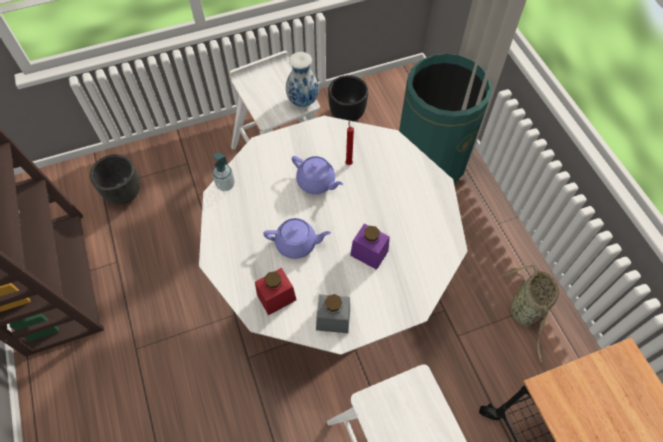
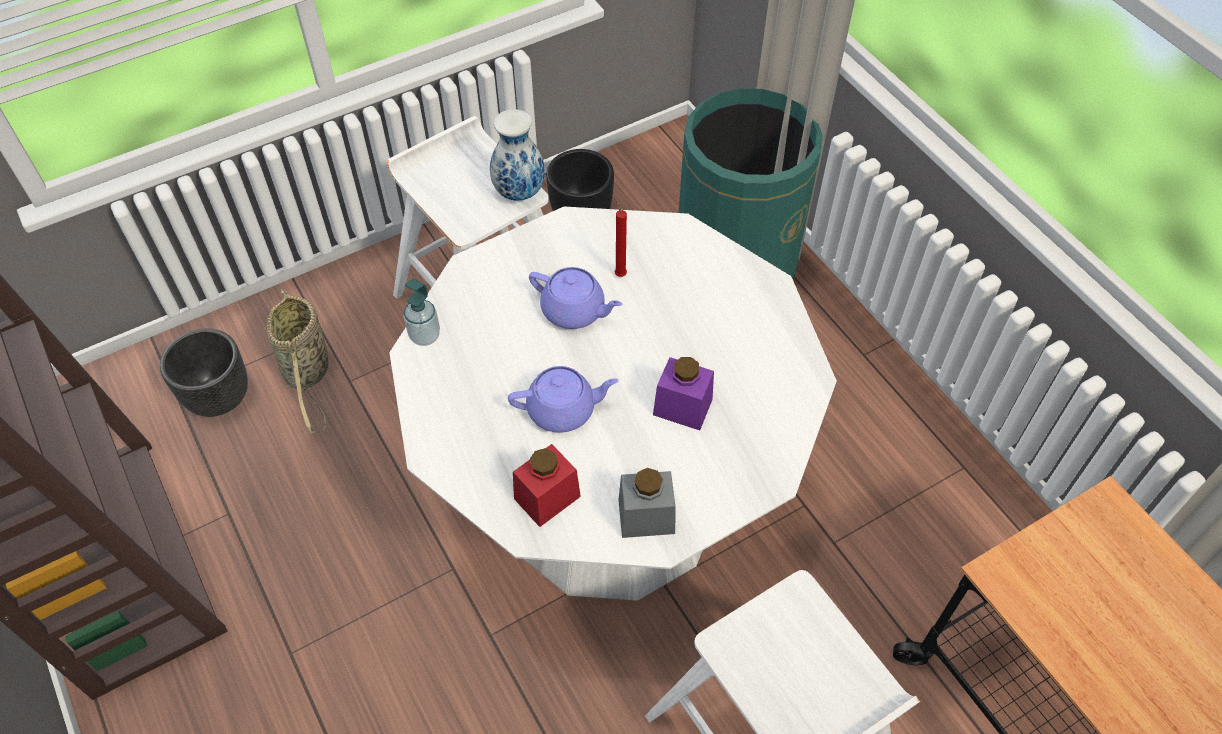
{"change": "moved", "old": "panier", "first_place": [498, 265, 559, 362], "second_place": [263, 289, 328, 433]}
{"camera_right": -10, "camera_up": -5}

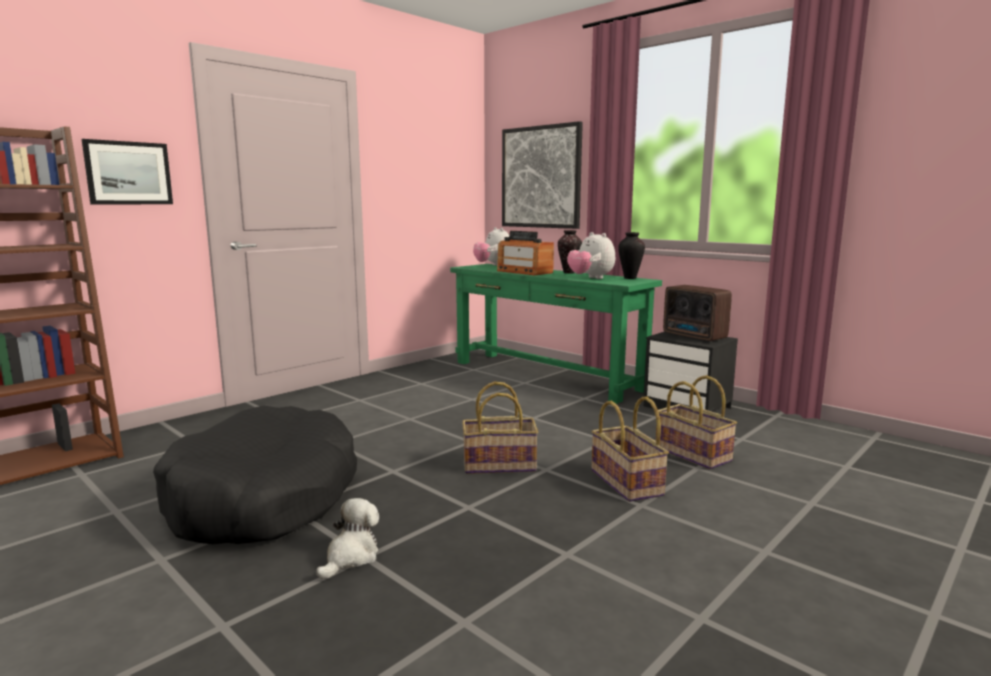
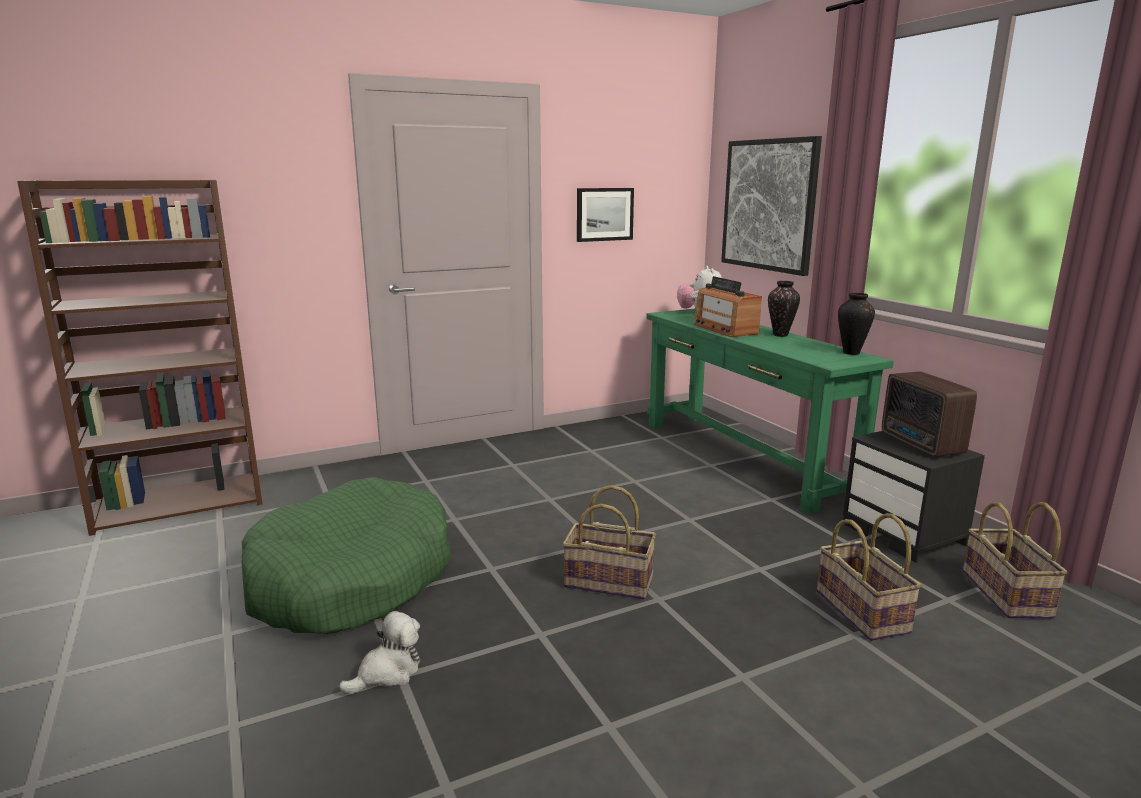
{"change": "moved", "old": "tableau", "first_place": [82, 139, 173, 205], "second_place": [577, 188, 634, 242]}
{"change": "removed", "old": "peluche", "first_place": [567, 232, 615, 279]}
{"change": "moved", "old": "panier", "first_place": [591, 396, 669, 502], "second_place": [963, 502, 1068, 618]}
{"change": "recoloured", "old": "panier pour chien [noir]", "new": "panier pour chien [vert]", "first_place": [153, 405, 357, 544], "second_place": [242, 477, 451, 634]}
{"camera_right": 20, "camera_up": 5}

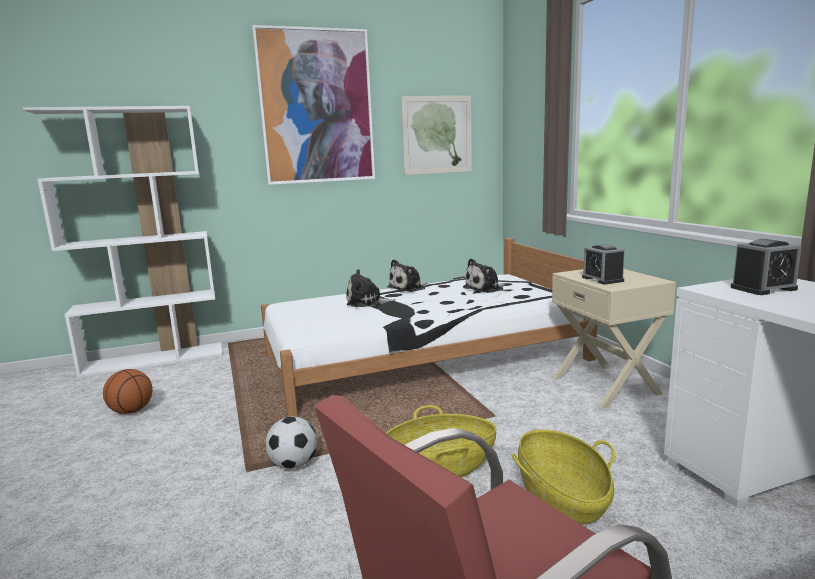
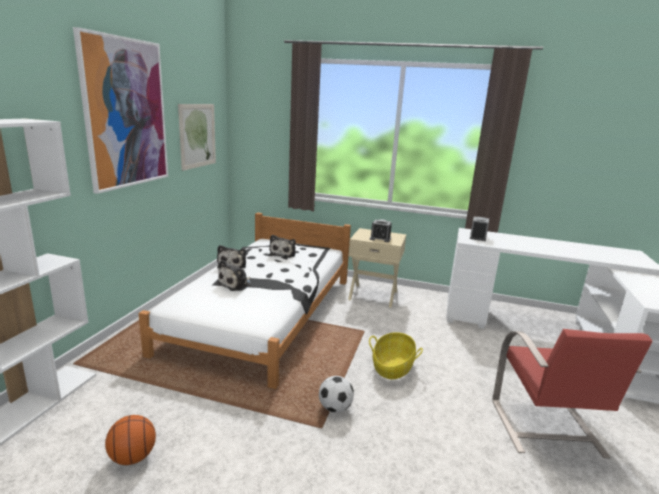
{"change": "removed", "old": "panier", "first_place": [512, 429, 615, 524]}
{"camera_right": -55, "camera_up": 5}

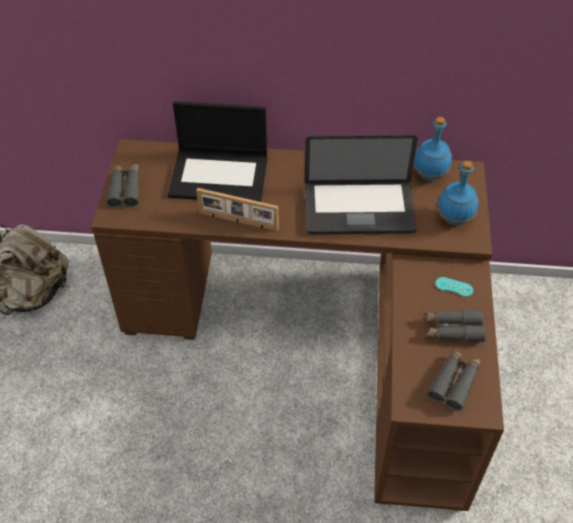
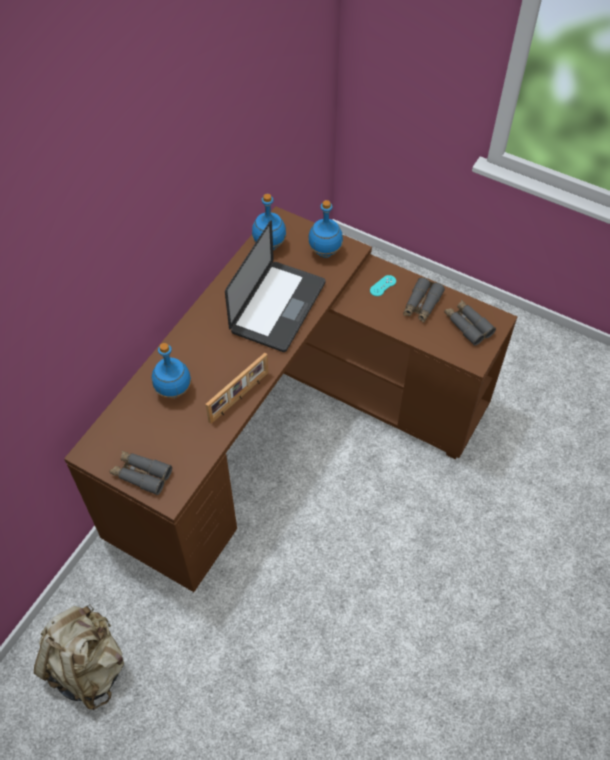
{"change": "replaced", "old": "ordinateur portable", "new": "bouteille [bleu]", "first_place": [168, 101, 268, 202], "second_place": [152, 343, 191, 399]}
{"camera_right": -65, "camera_up": 5}

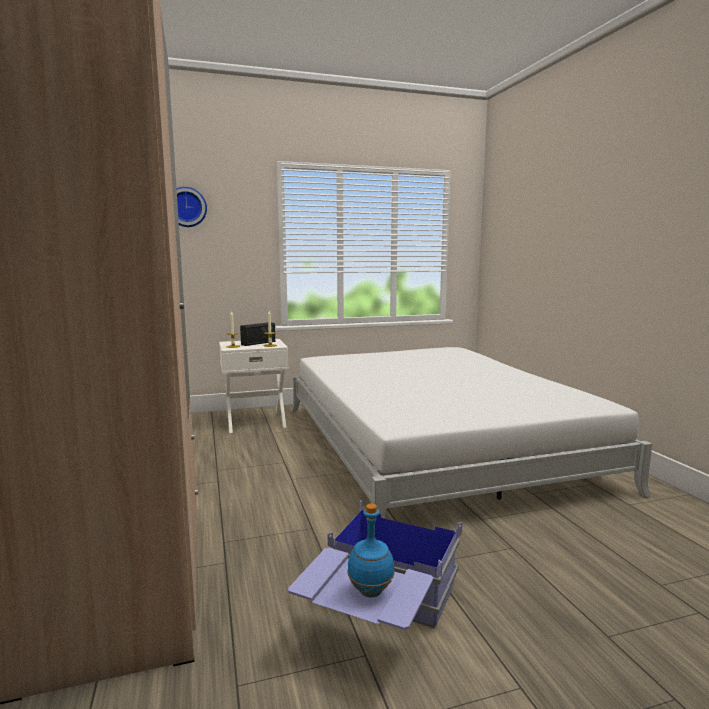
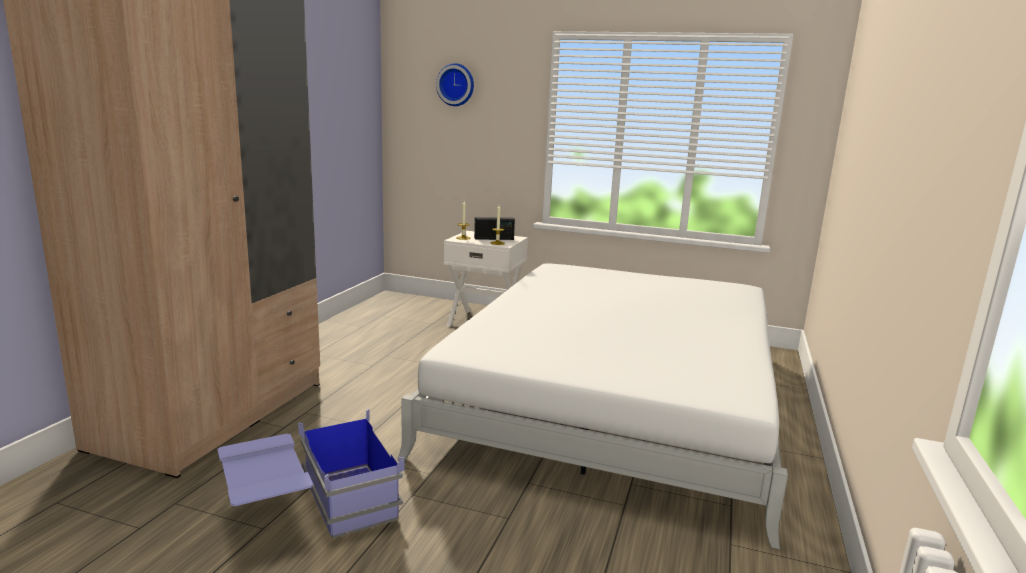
{"change": "removed", "old": "bouteille [bleu]", "first_place": [347, 504, 395, 597]}
{"camera_right": 35, "camera_up": 5}

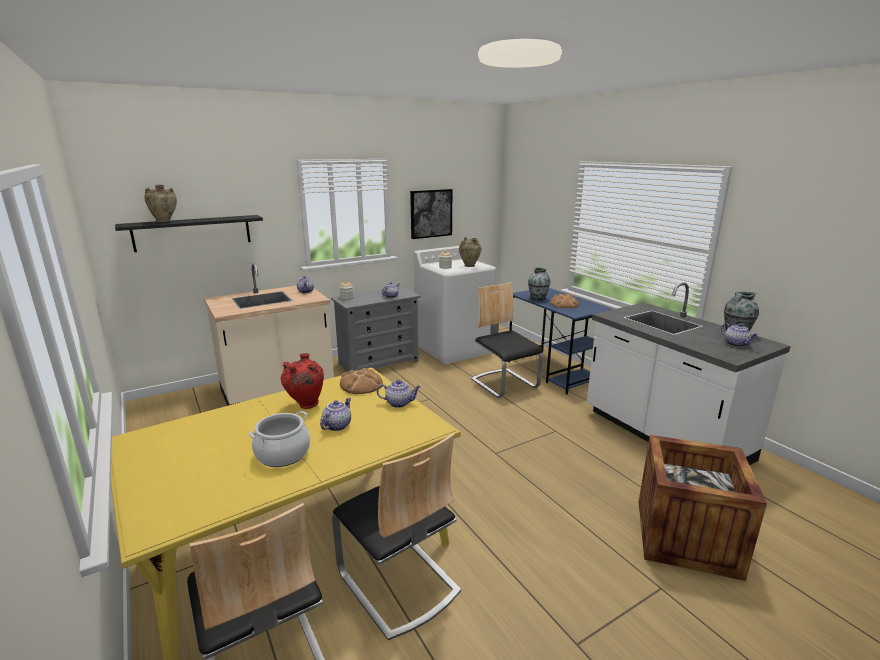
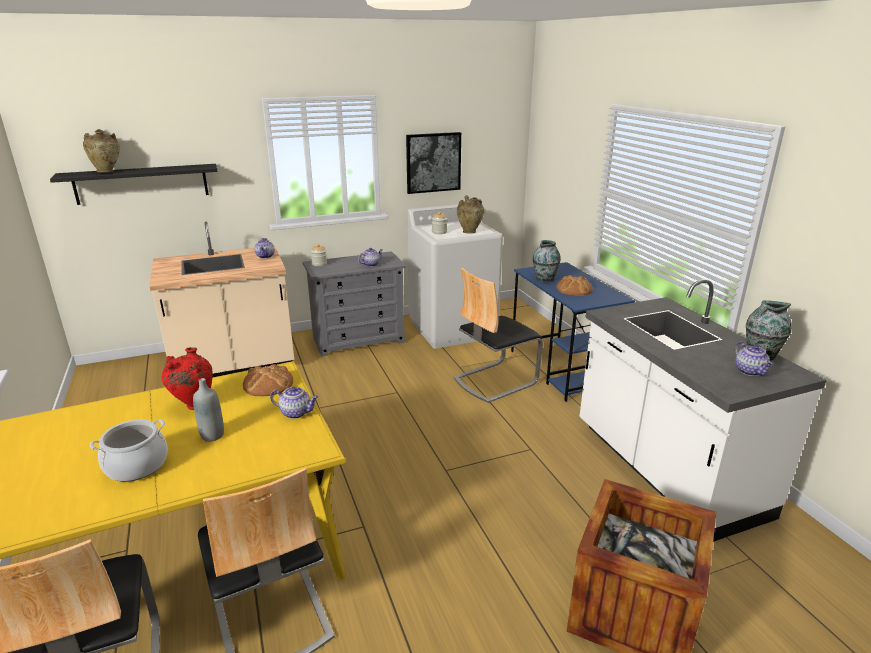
{"change": "turned", "old": "chaise", "first_place": [471, 282, 543, 398], "second_place": [453, 268, 543, 403], "degrees": -105}
{"change": "replaced", "old": "théière", "new": "bouteille [gris]", "first_place": [320, 397, 351, 431], "second_place": [193, 378, 224, 442]}
{"camera_right": 10, "camera_up": 5}

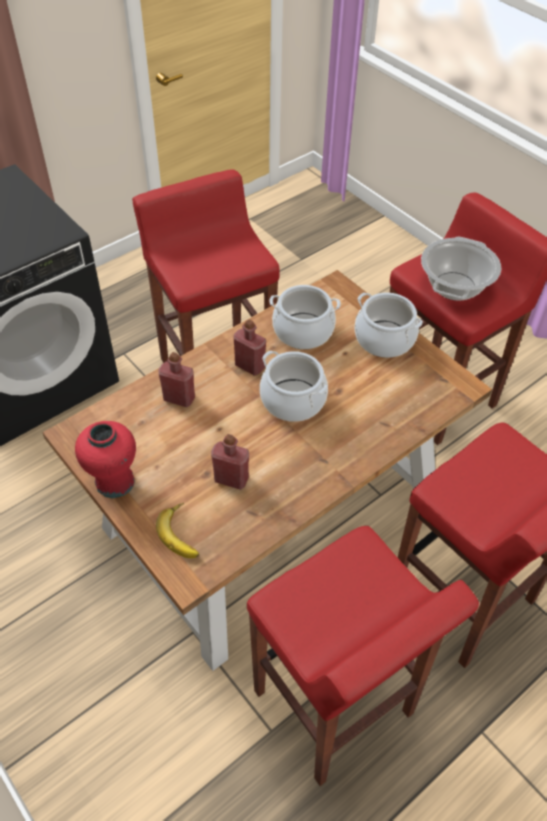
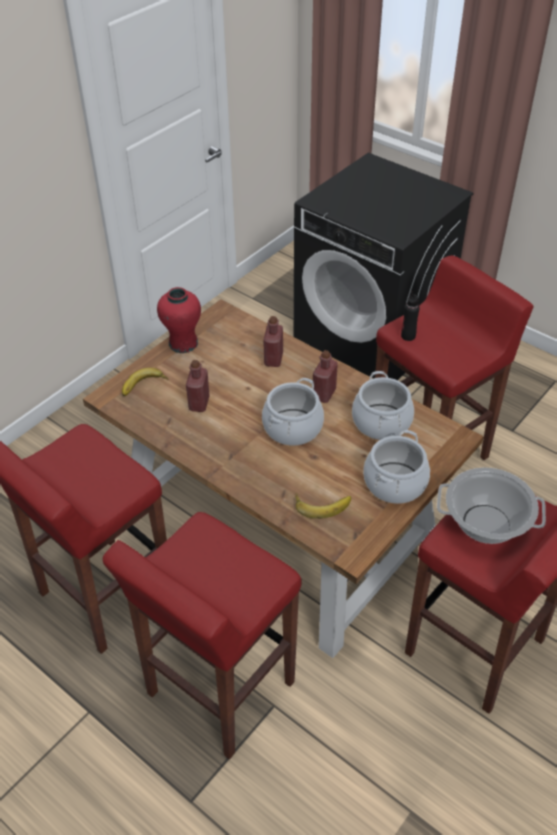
{"change": "added", "new": "bouteille [noir]", "second_place": [401, 291, 420, 341]}
{"change": "added", "new": "banane", "second_place": [295, 493, 351, 519]}
{"camera_right": 80, "camera_up": -5}

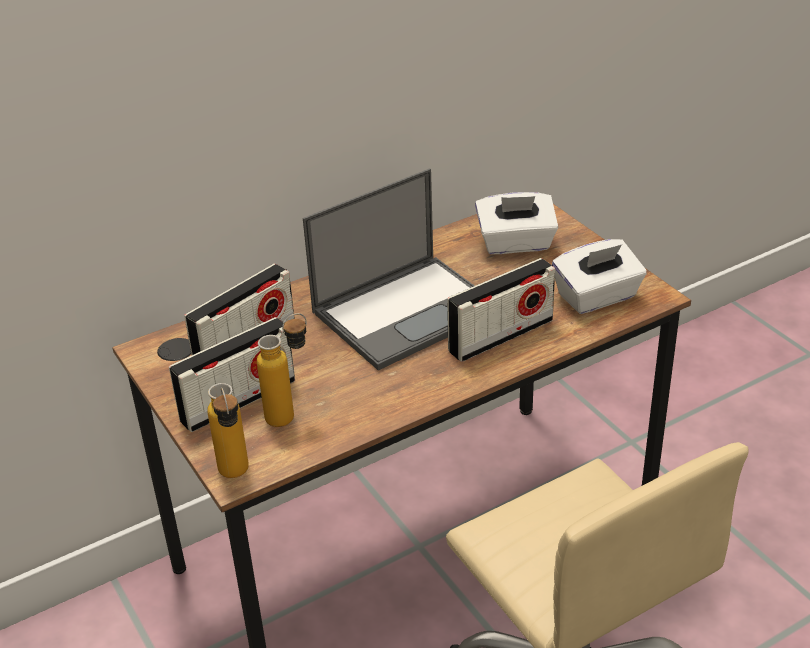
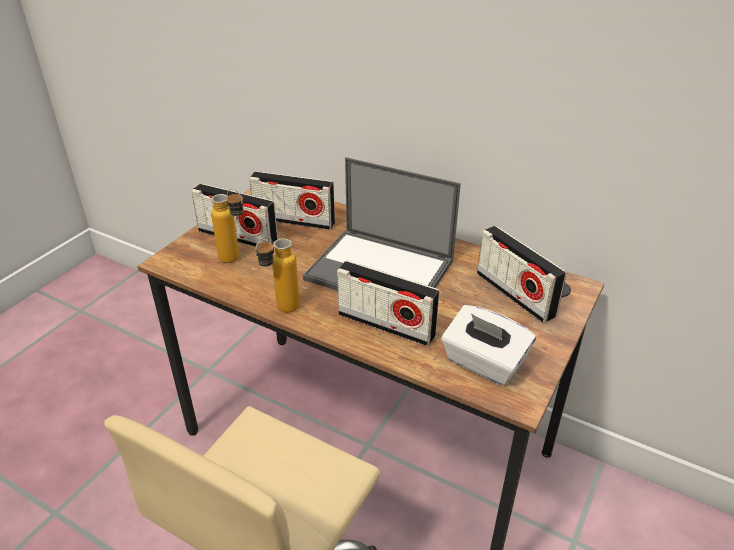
{"change": "replaced", "old": "boîte à mouchoirs [blanc]", "new": "radio", "first_place": [475, 192, 558, 254], "second_place": [477, 226, 567, 323]}
{"change": "moved", "old": "bouteille", "first_place": [207, 383, 249, 478], "second_place": [255, 236, 300, 313]}
{"camera_right": 60, "camera_up": 0}

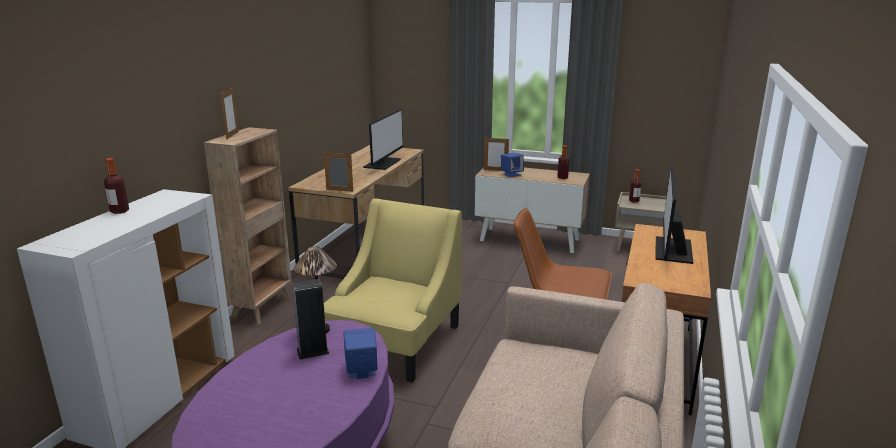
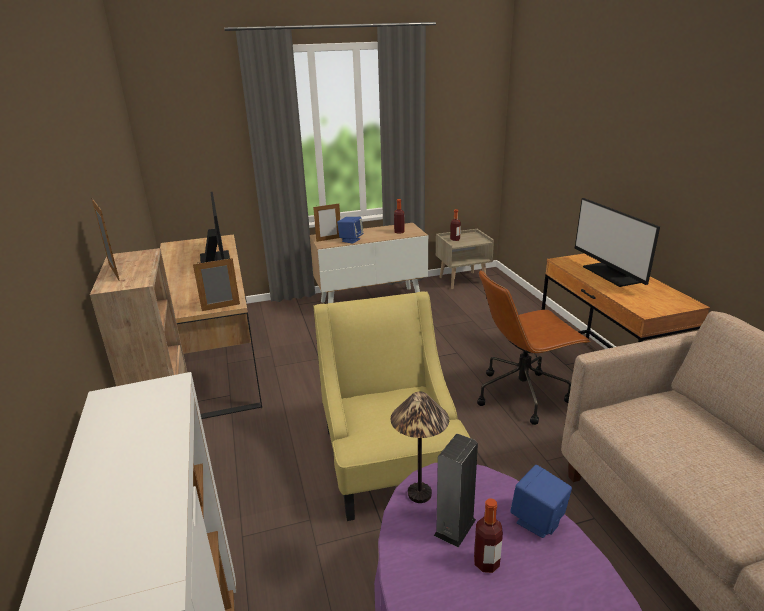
{"change": "moved", "old": "bouteille", "first_place": [104, 158, 129, 214], "second_place": [474, 499, 503, 573]}
{"camera_right": -35, "camera_up": 5}

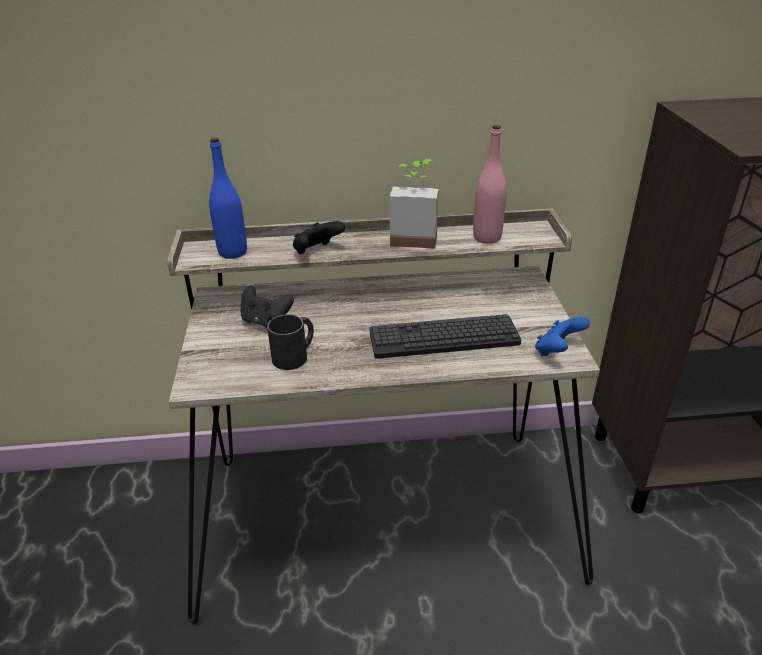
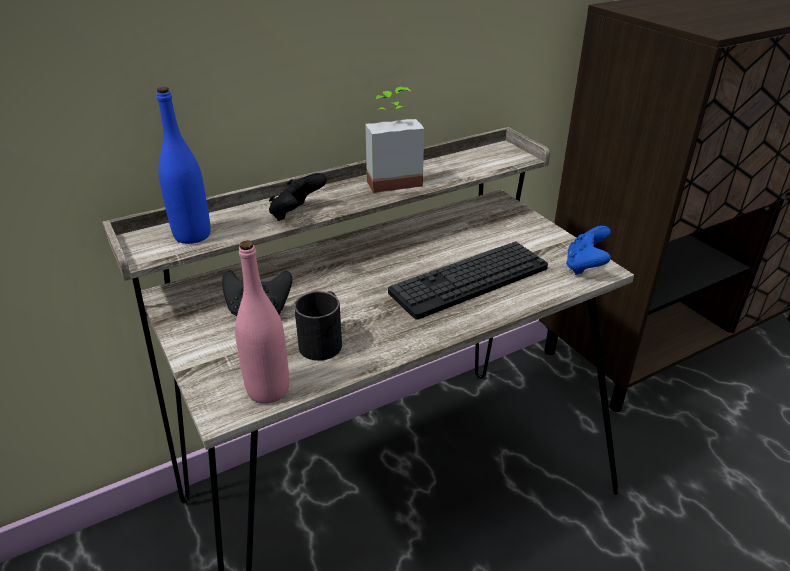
{"change": "moved", "old": "bouteille [rose]", "first_place": [473, 125, 507, 244], "second_place": [235, 240, 289, 404]}
{"camera_right": -25, "camera_up": 0}

